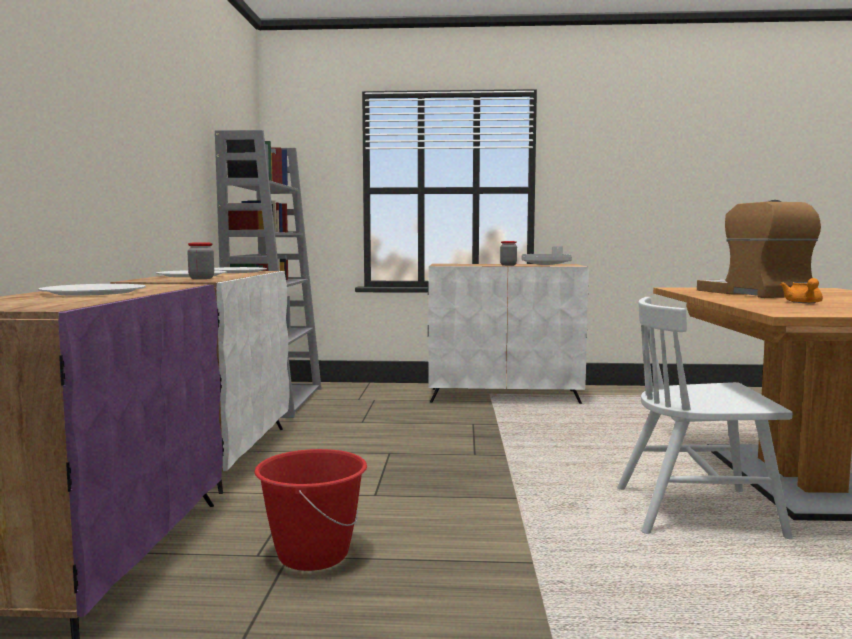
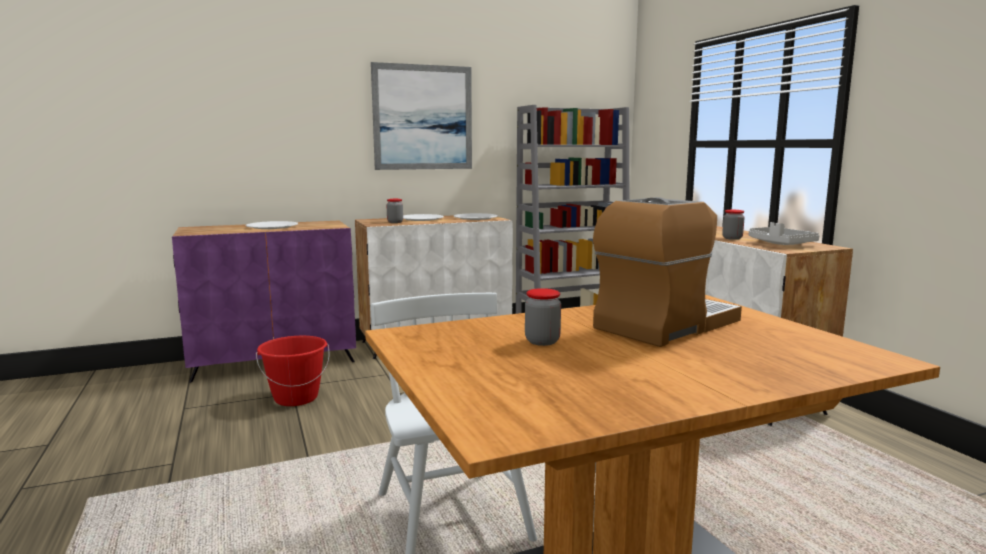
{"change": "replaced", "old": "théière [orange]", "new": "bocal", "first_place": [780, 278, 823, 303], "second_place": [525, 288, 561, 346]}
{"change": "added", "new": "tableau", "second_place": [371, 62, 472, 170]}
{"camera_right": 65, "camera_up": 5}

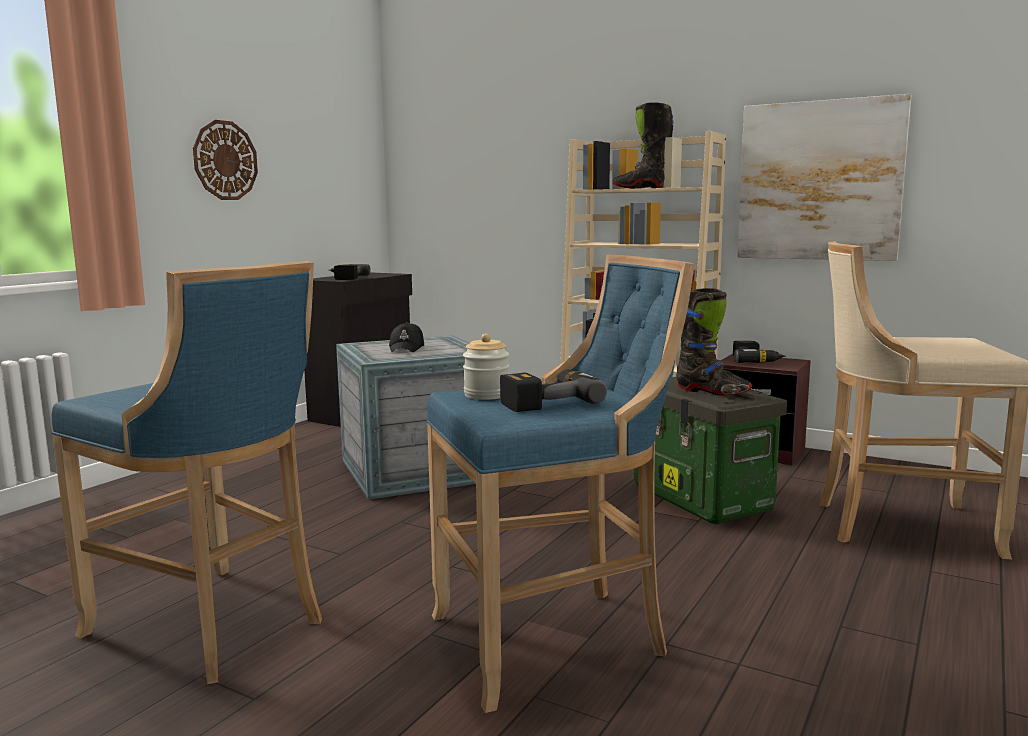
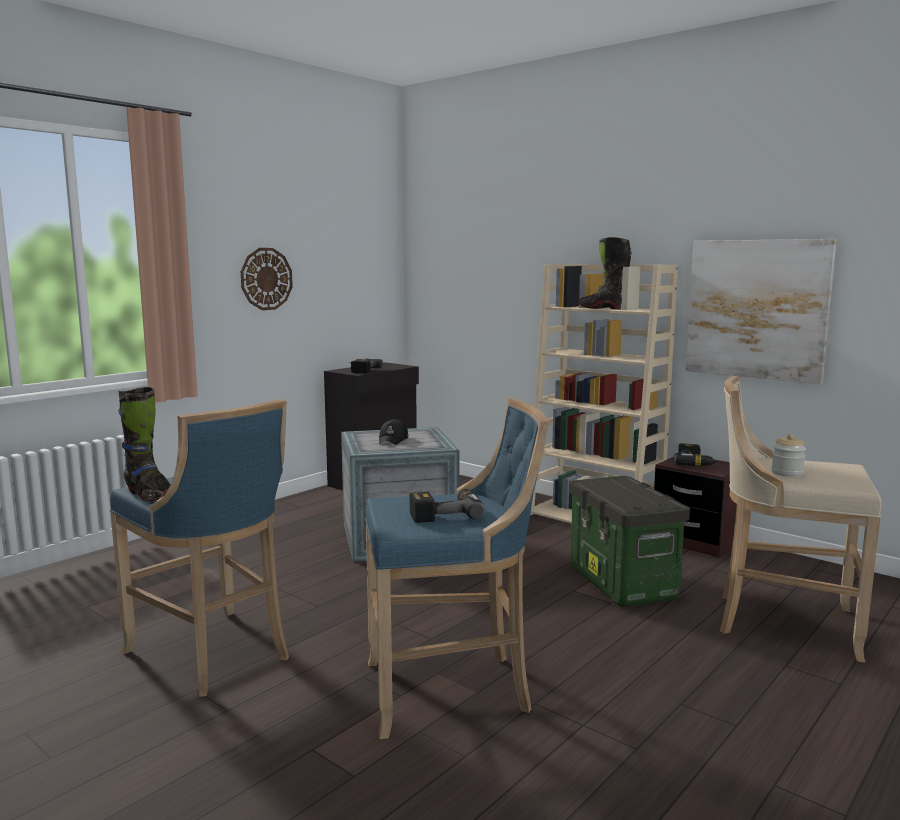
{"change": "moved", "old": "botte [noir]", "first_place": [676, 288, 752, 396], "second_place": [118, 387, 171, 501]}
{"change": "moved", "old": "bocal", "first_place": [463, 334, 509, 400], "second_place": [771, 434, 806, 477]}
{"camera_right": 10, "camera_up": 0}

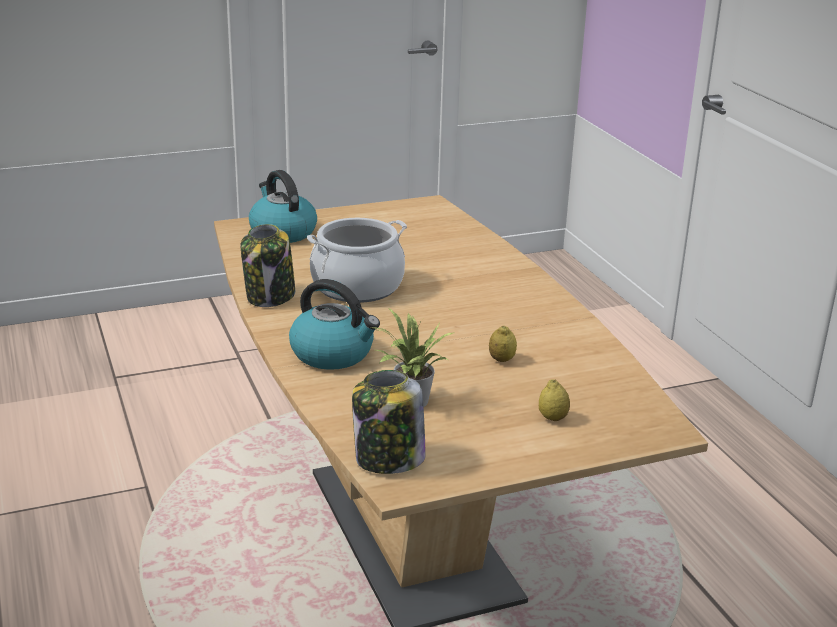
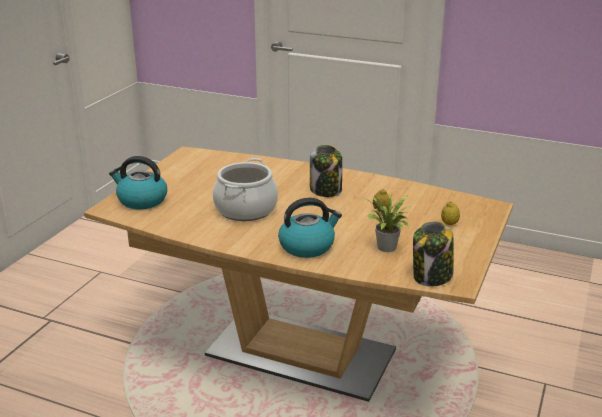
{"change": "moved", "old": "bocal", "first_place": [241, 224, 295, 307], "second_place": [310, 145, 342, 197]}
{"camera_right": -45, "camera_up": 0}

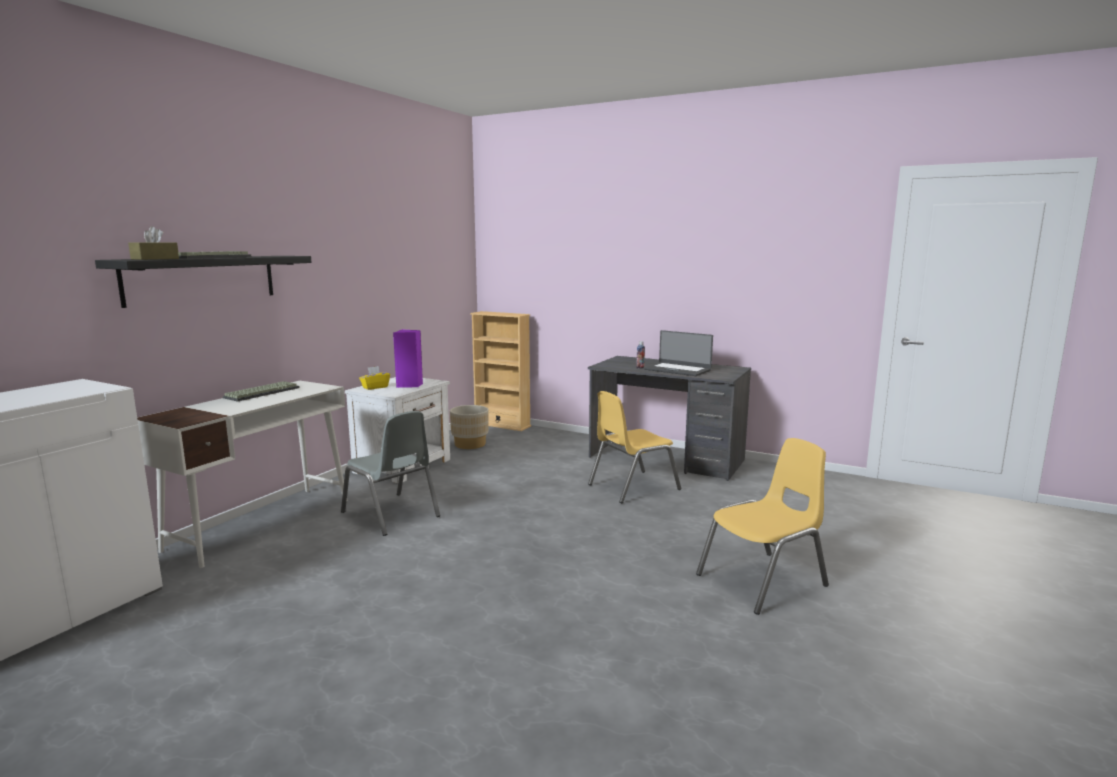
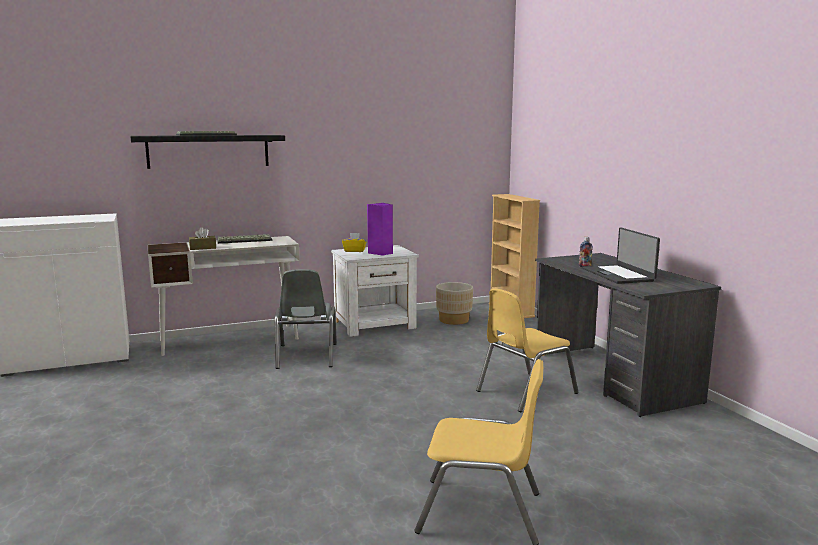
{"change": "moved", "old": "boîte à mouchoirs [marron]", "first_place": [128, 226, 179, 260], "second_place": [189, 227, 216, 250]}
{"change": "turned", "old": "chaise [jaune]", "first_place": [588, 391, 681, 503], "second_place": [476, 289, 579, 412], "degrees": -45}
{"camera_right": 40, "camera_up": 0}

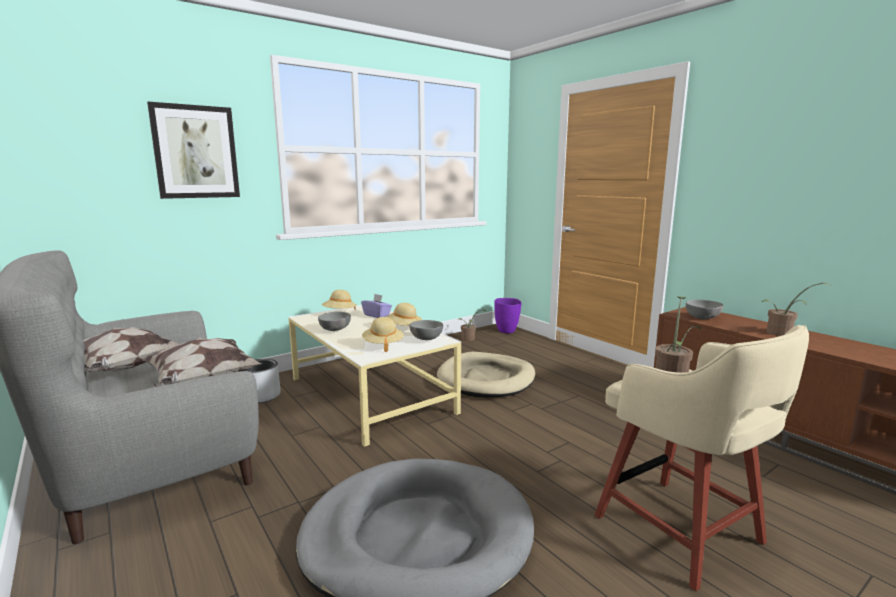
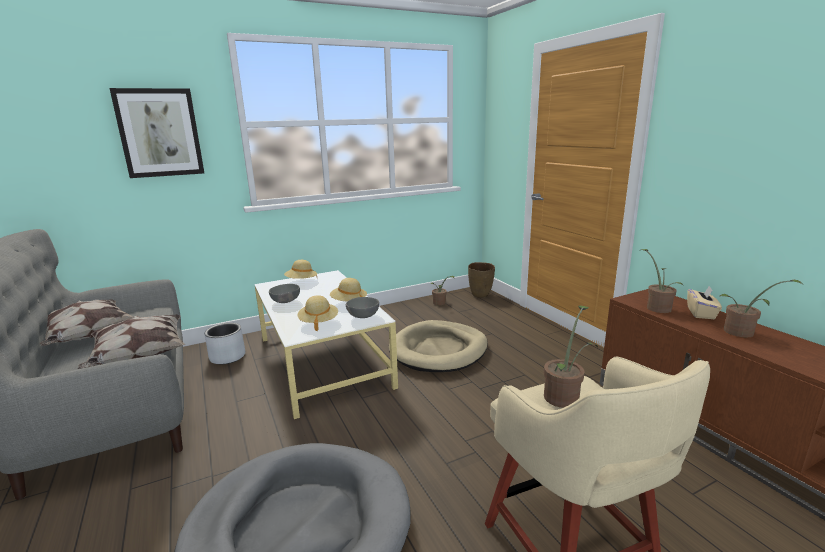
{"change": "removed", "old": "boîte à mouchoirs [violet]", "first_place": [361, 294, 392, 318]}
{"change": "recoloured", "old": "vase [violet]", "new": "vase [marron]", "first_place": [494, 298, 522, 333], "second_place": [468, 262, 495, 298]}
{"change": "replaced", "old": "bol [gris]", "new": "plante en pot", "first_place": [686, 300, 724, 319], "second_place": [642, 249, 684, 313]}
{"change": "added", "new": "boîte à mouchoirs [beige]", "second_place": [687, 286, 722, 319]}
{"camera_right": 10, "camera_up": 5}

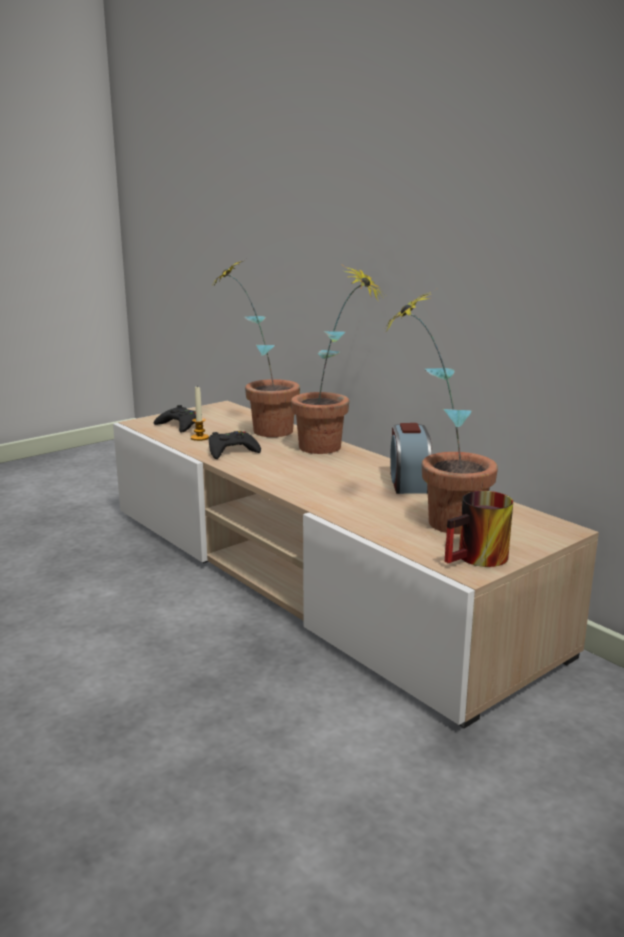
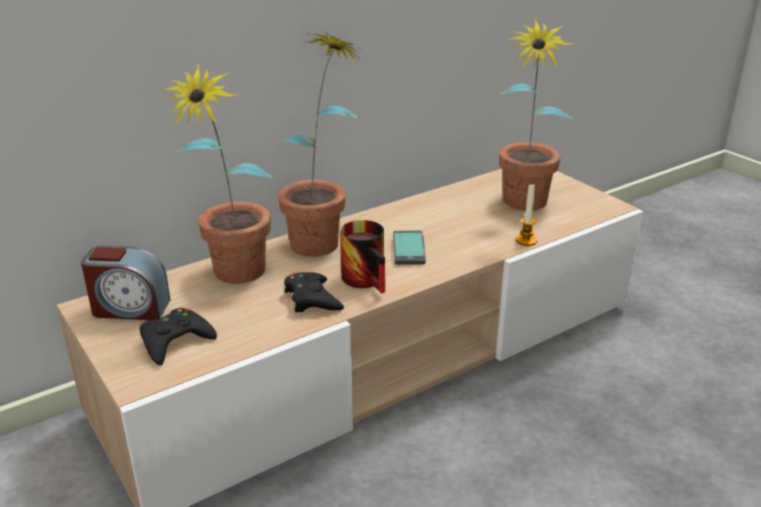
{"change": "moved", "old": "bougie", "first_place": [191, 385, 209, 441], "second_place": [516, 184, 537, 246]}
{"change": "moved", "old": "réveil", "first_place": [390, 423, 432, 494], "second_place": [81, 246, 170, 320]}
{"change": "moved", "old": "mug", "first_place": [445, 491, 513, 567], "second_place": [340, 220, 385, 294]}
{"change": "added", "new": "téléphone", "second_place": [393, 231, 426, 265]}
{"camera_right": -85, "camera_up": 10}

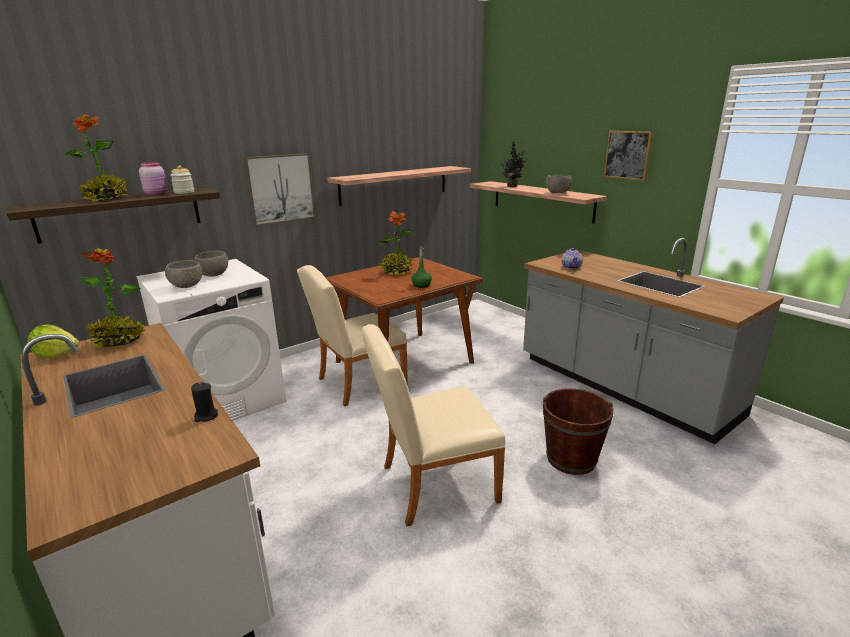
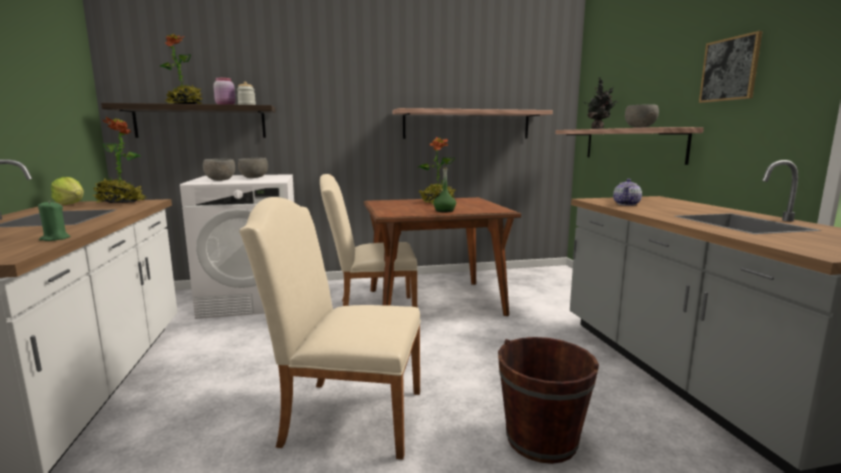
{"change": "removed", "old": "tableau", "first_place": [244, 153, 316, 226]}
{"change": "recoloured", "old": "bougie [noir]", "new": "bougie [vert]", "first_place": [191, 382, 218, 422], "second_place": [38, 201, 70, 241]}
{"camera_right": 25, "camera_up": -10}

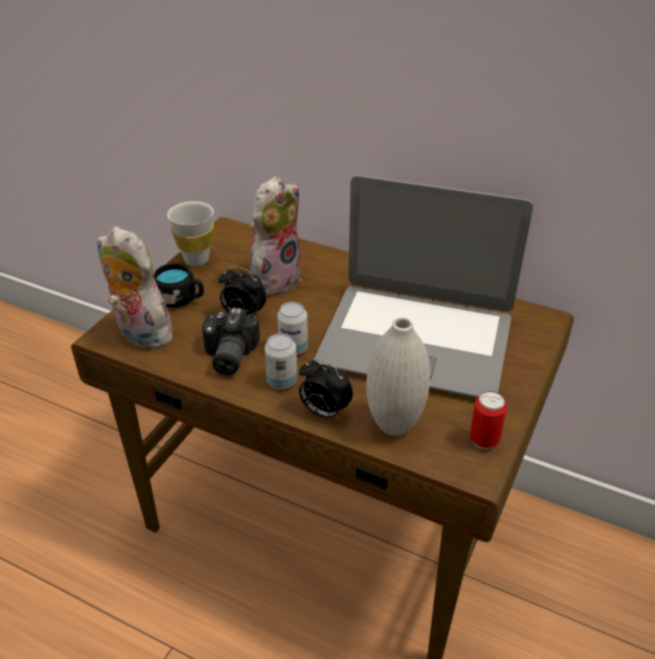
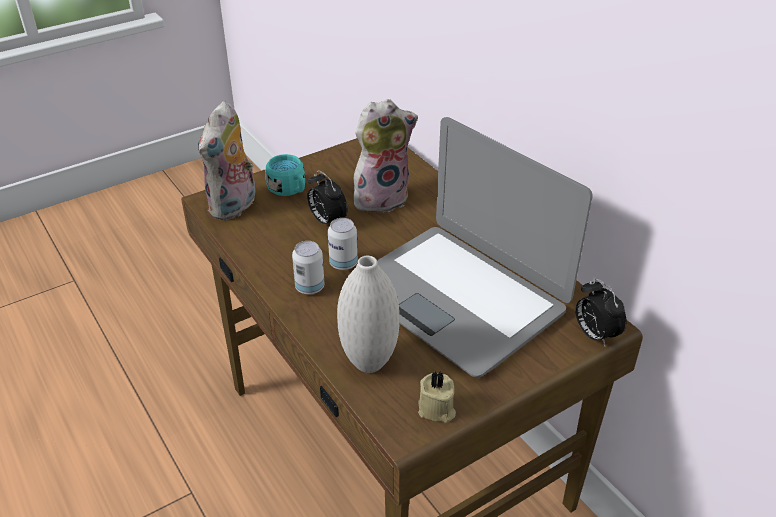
{"change": "removed", "old": "tasse [blanc]", "first_place": [167, 201, 214, 266]}
{"change": "turned", "old": "peluche", "first_place": [97, 227, 174, 349], "second_place": [198, 101, 256, 221], "degrees": -135}
{"change": "recoloured", "old": "mug [noir]", "new": "mug [turquoise]", "first_place": [154, 263, 204, 308], "second_place": [265, 154, 305, 196]}
{"change": "removed", "old": "appareil photo", "first_place": [202, 307, 260, 376]}
{"change": "moved", "old": "réveil", "first_place": [299, 358, 353, 420], "second_place": [575, 279, 626, 347]}
{"change": "replaced", "old": "boîte métallique", "new": "bougie [beige]", "first_place": [470, 391, 507, 450], "second_place": [418, 371, 456, 423]}
{"camera_right": 30, "camera_up": 0}

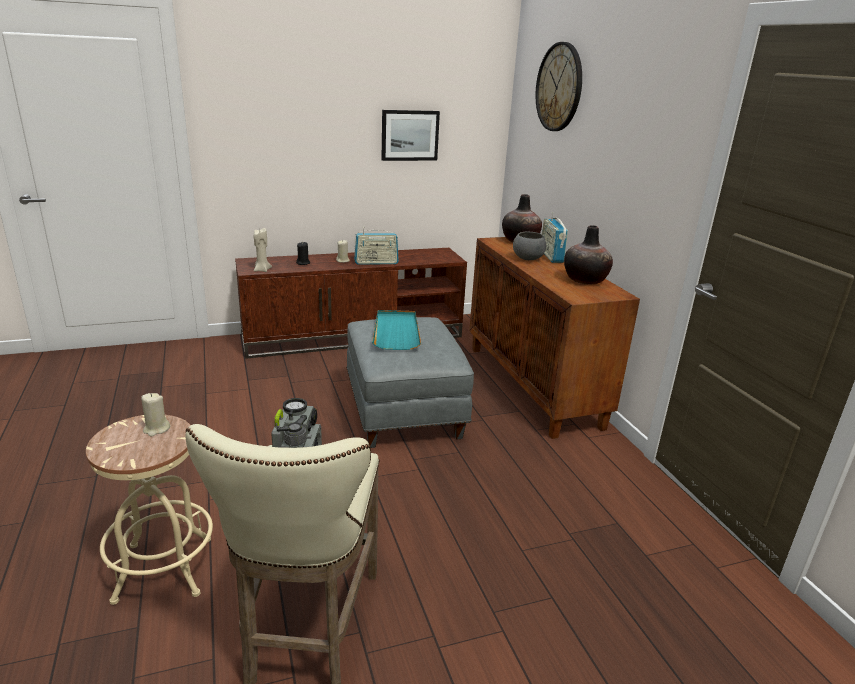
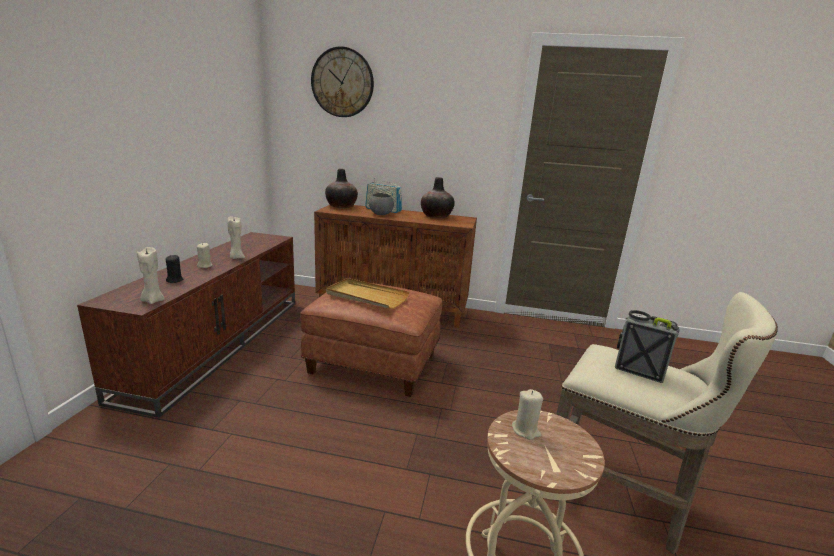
{"change": "removed", "old": "tableau", "first_place": [381, 110, 440, 161]}
{"change": "replaced", "old": "radio", "new": "bougie [beige]", "first_place": [354, 227, 399, 265], "second_place": [227, 217, 245, 259]}
{"change": "recoloured", "old": "plateau [turquoise]", "new": "plateau [beige]", "first_place": [372, 310, 421, 350], "second_place": [326, 278, 410, 309]}
{"change": "recoloured", "old": "pouf [gris]", "new": "pouf [marron]", "first_place": [346, 317, 474, 448], "second_place": [300, 283, 442, 397]}
{"camera_right": -60, "camera_up": -5}

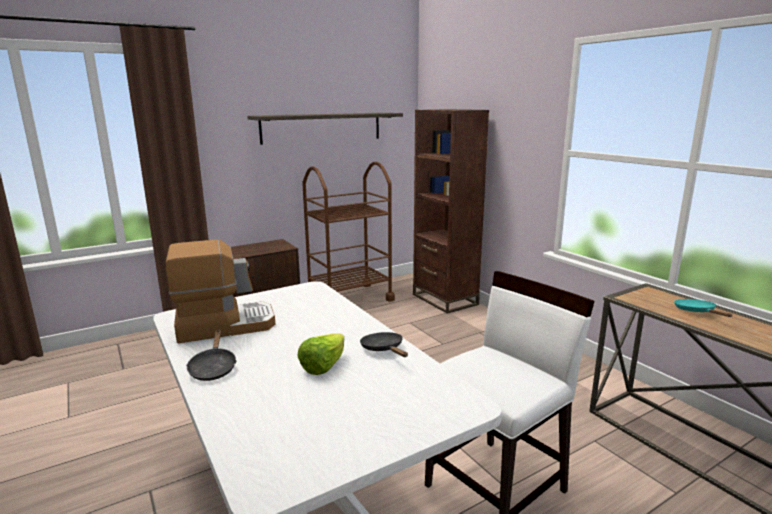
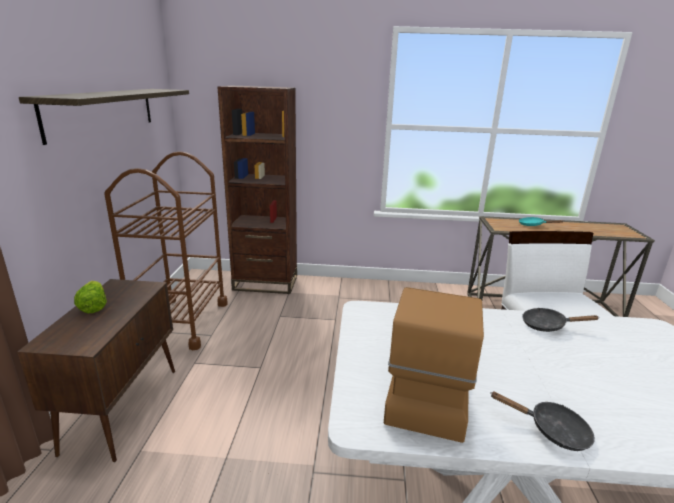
{"change": "moved", "old": "laitue", "first_place": [297, 333, 344, 375], "second_place": [74, 281, 107, 313]}
{"camera_right": -55, "camera_up": 5}

